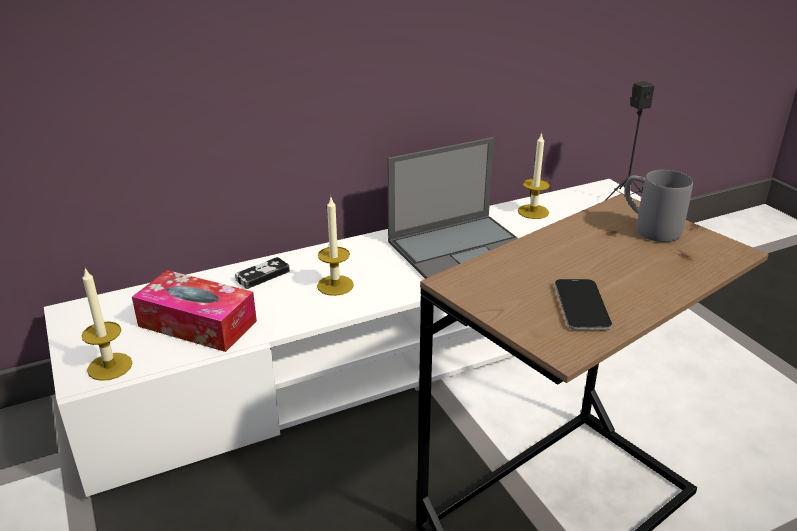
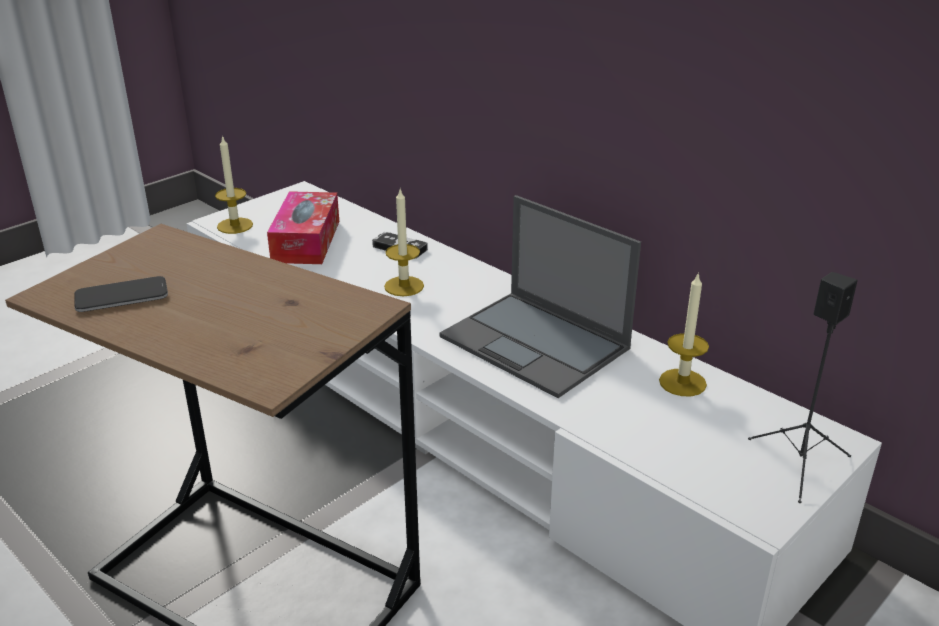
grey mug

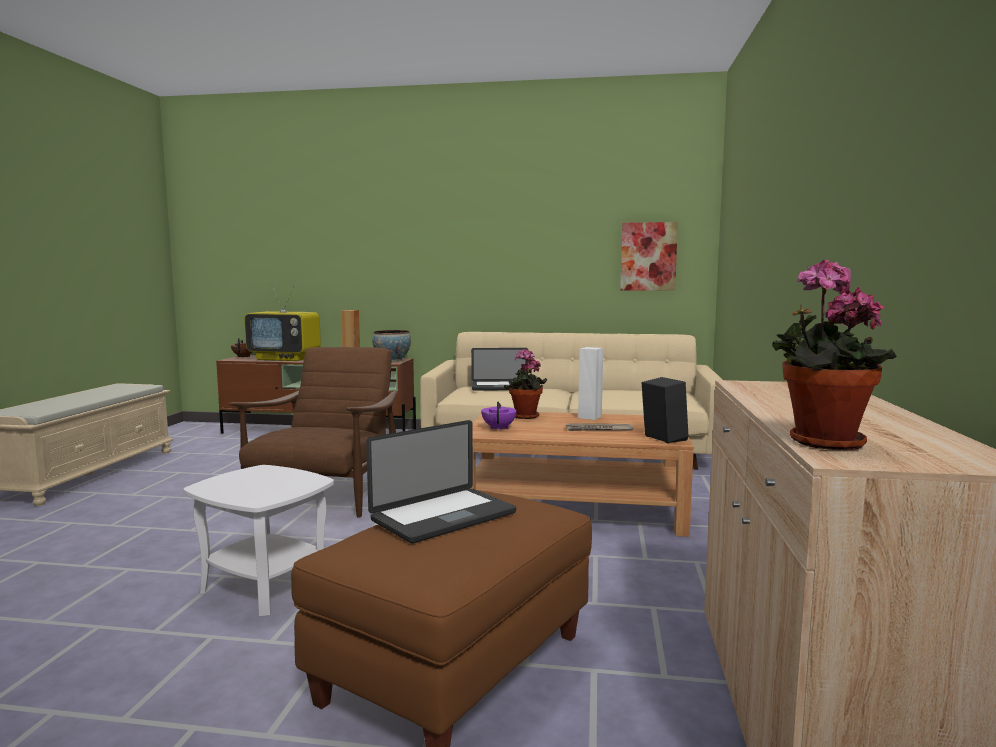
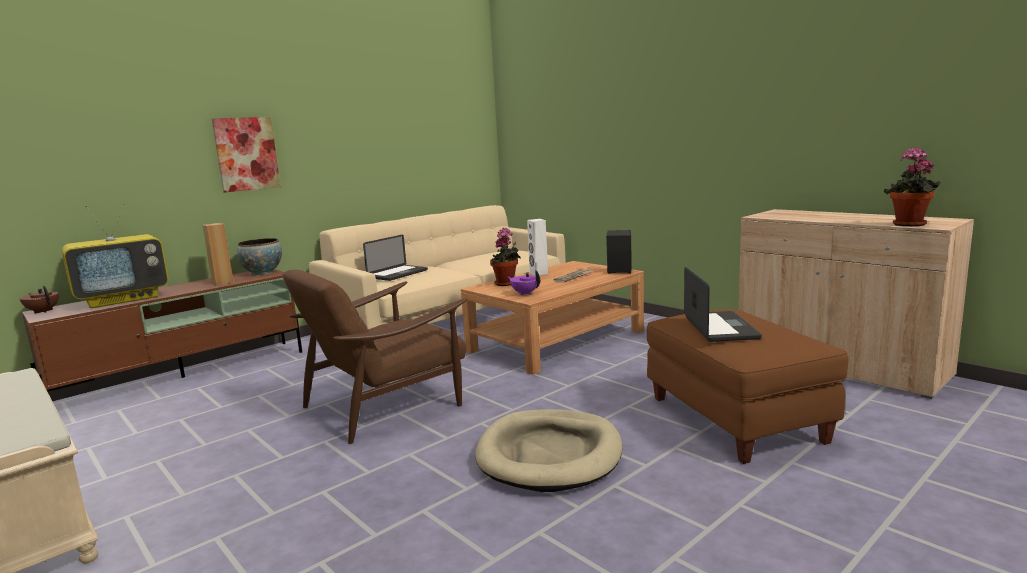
beige dog bed
brown armchair
picture

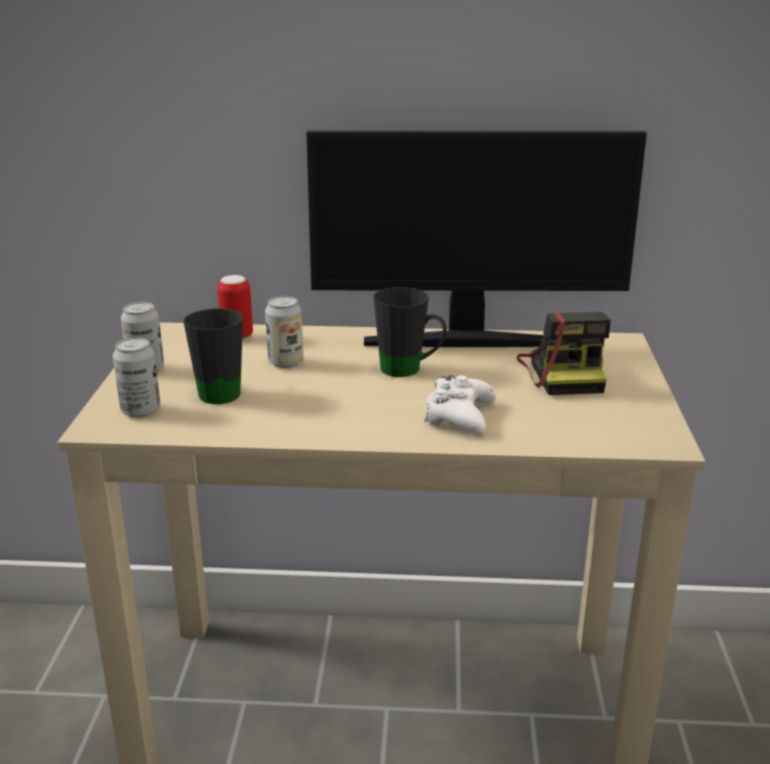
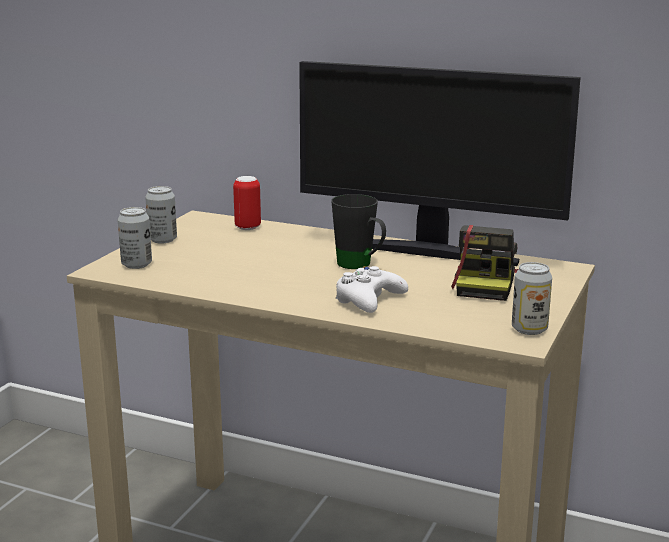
black mug (no. 1 from left in the first image)
can (no. 4 from left)

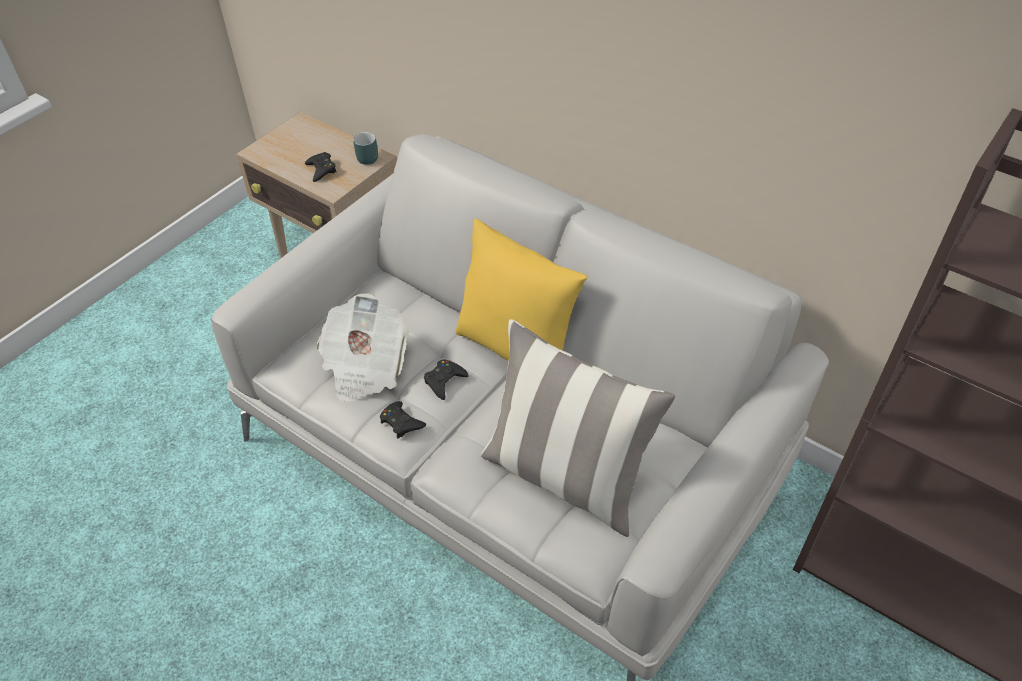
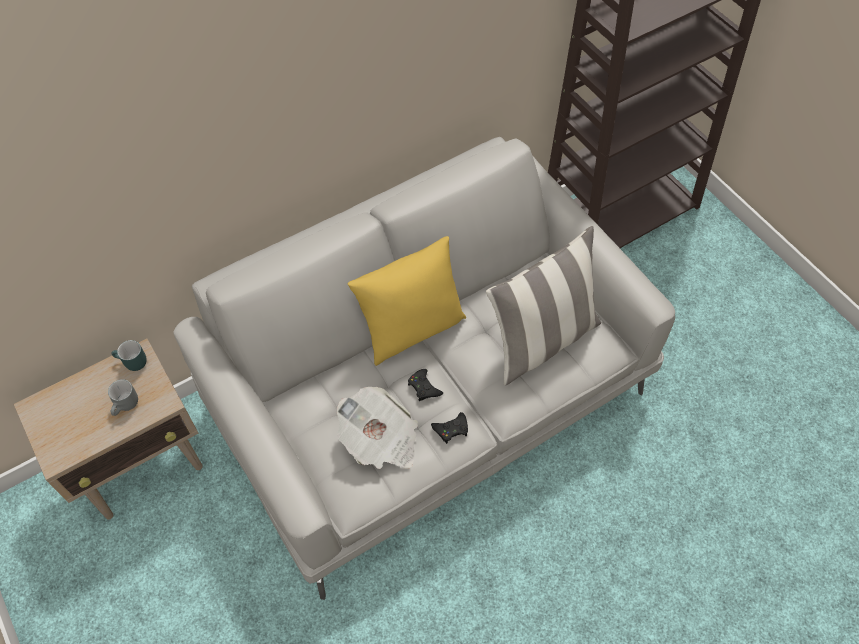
grey mug

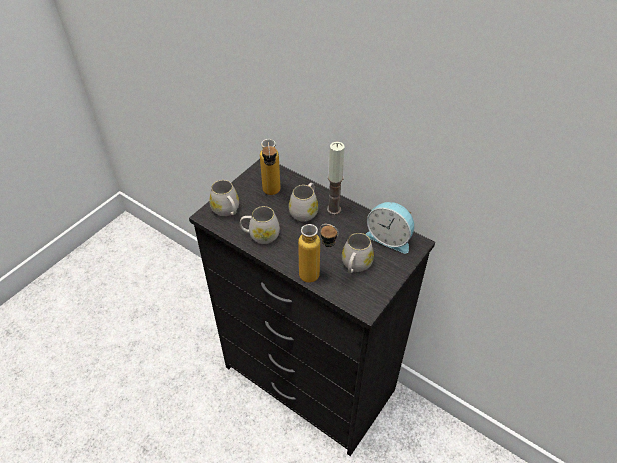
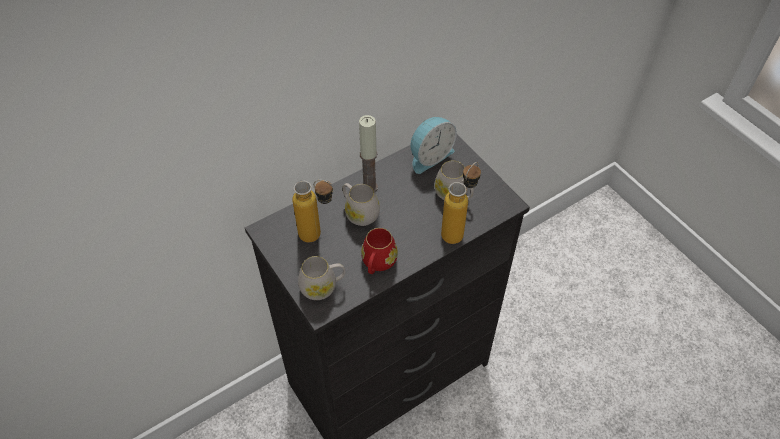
red mug

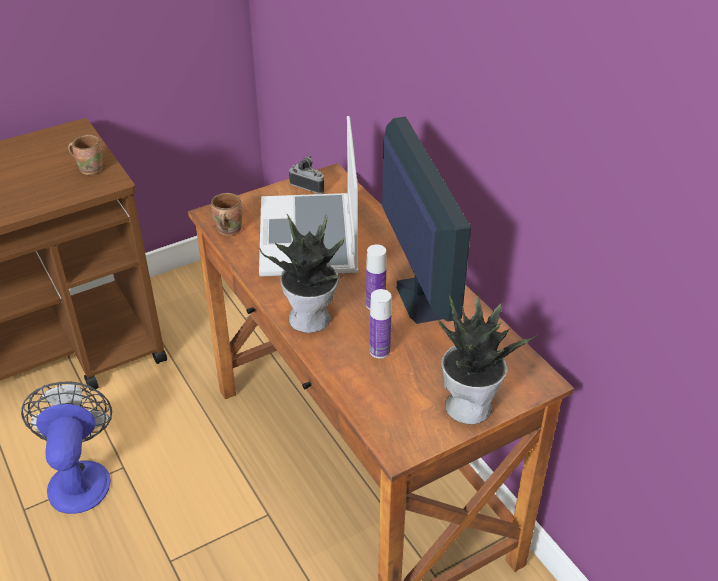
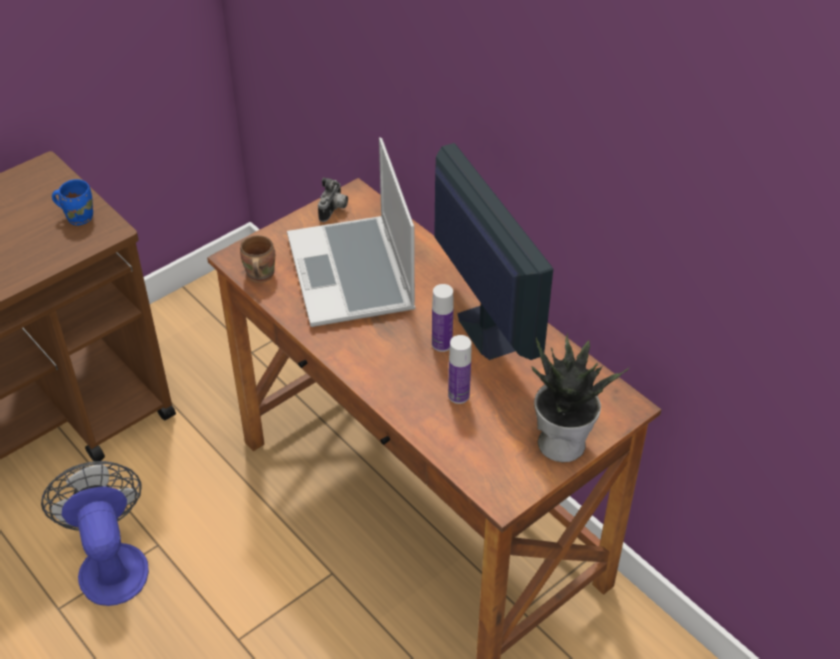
blue mug
potted plant (no. 1 from left in the first image)
photo camera

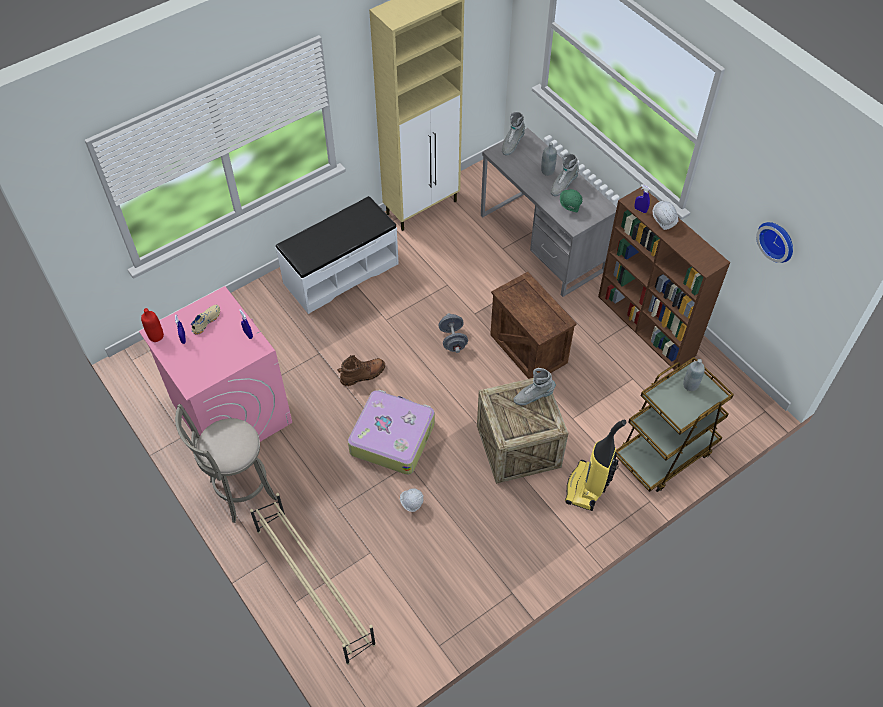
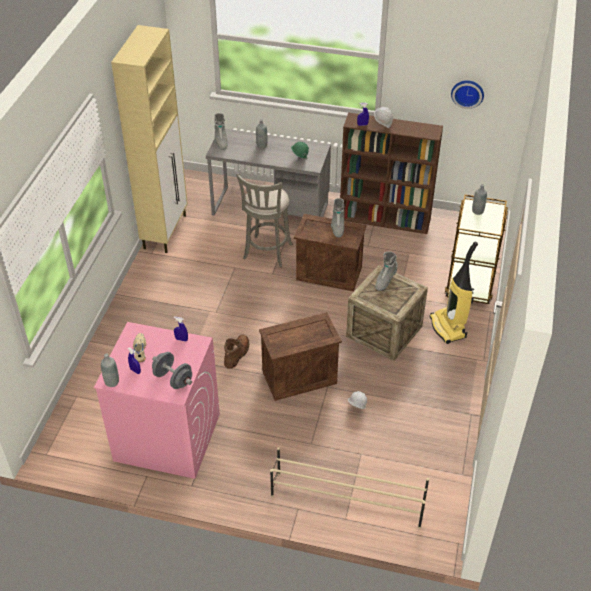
grey bottle (no. 1 from left)
grey stool
white bench
crate (no. 1 from left)
grey dumbbell
grey boot (no. 2 from left)

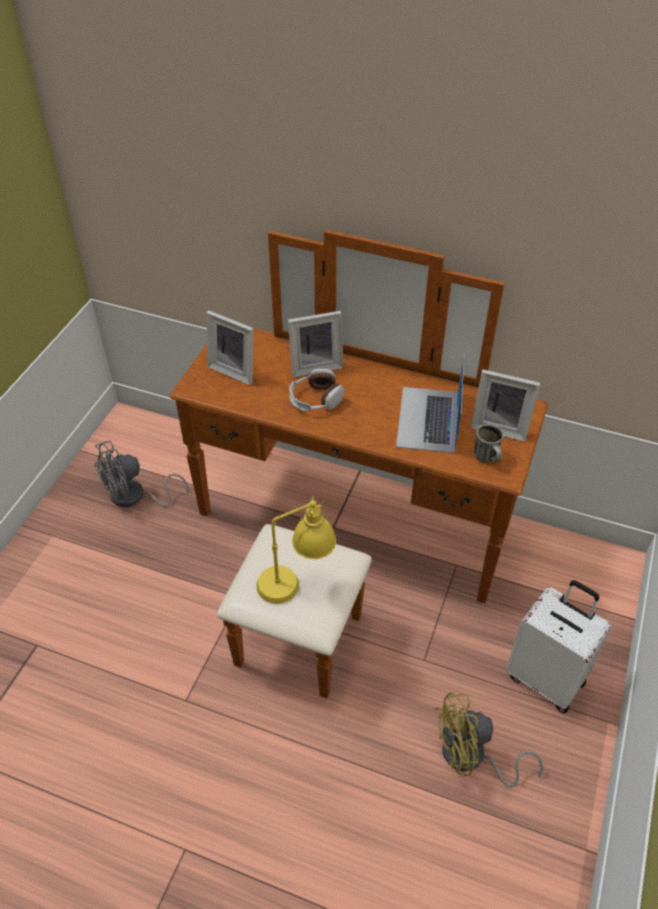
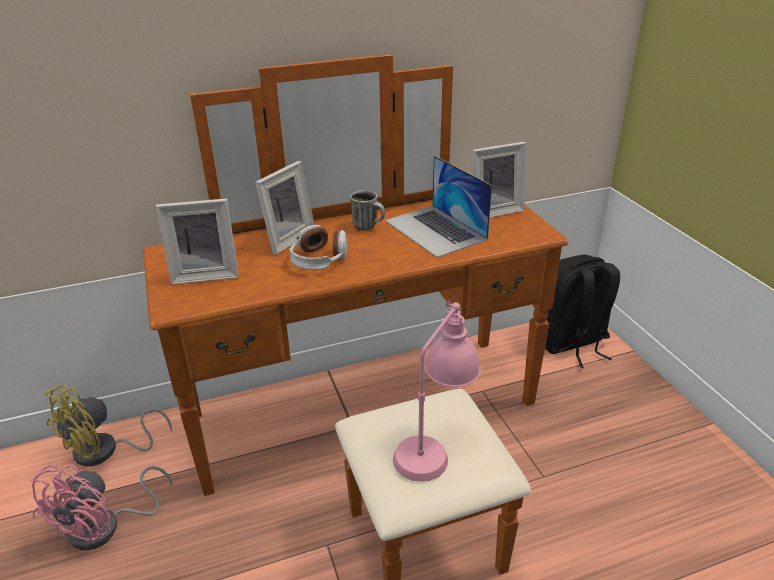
pink fan
pink table lamp
yellow fan
mug
white suitcase
black backpack

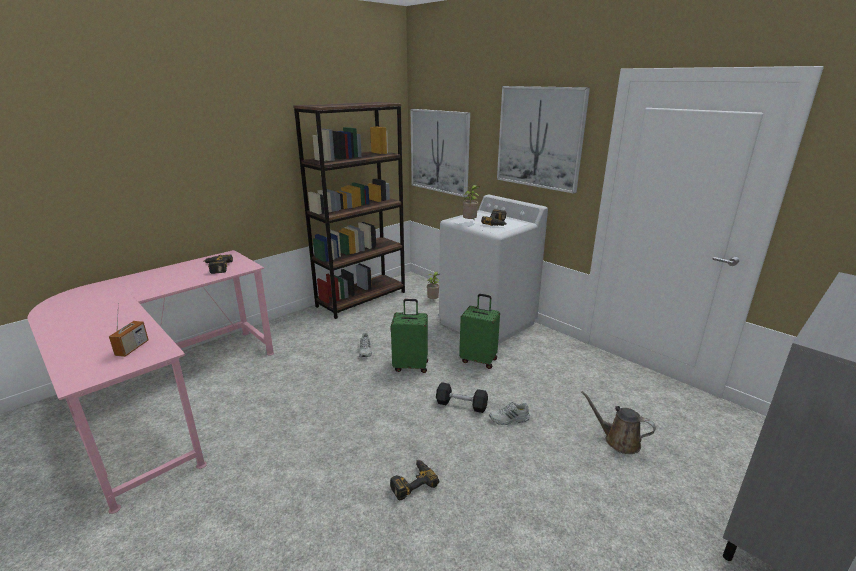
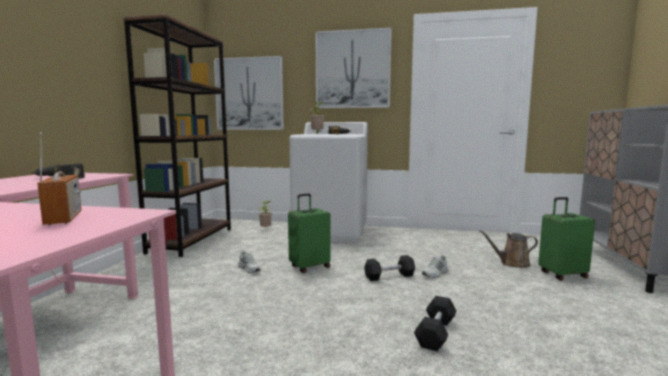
black dumbbell (no. 2 from left)
green suitcase (no. 2 from left)

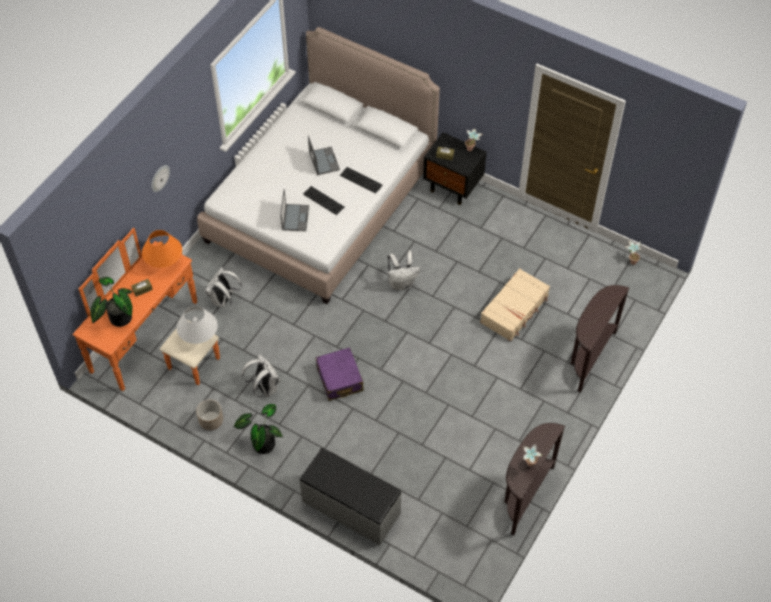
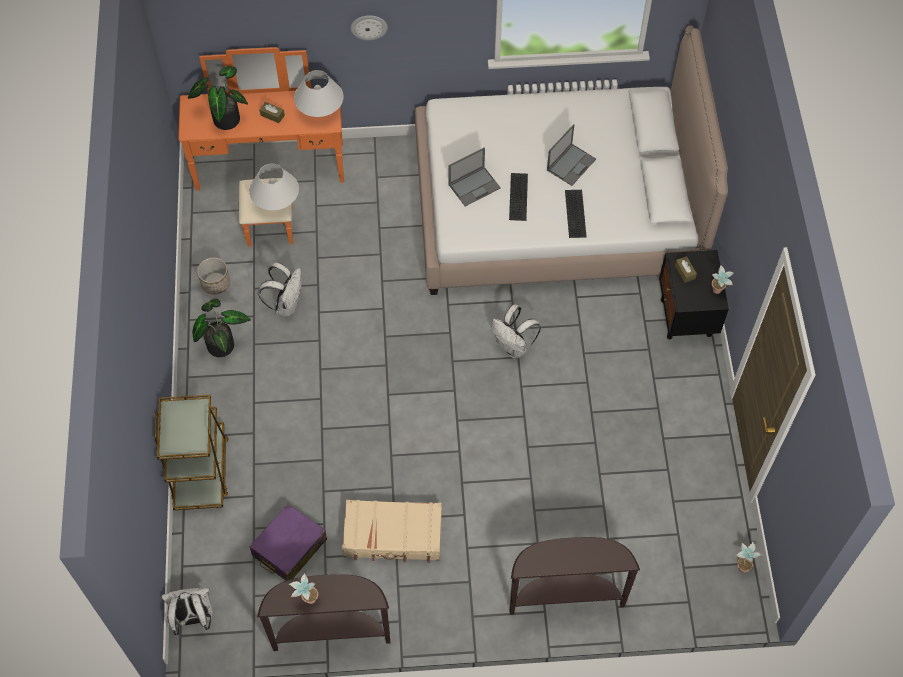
white table lamp (no. 2 from left)
white backpack (no. 1 from left)
brown cart
purple suitcase
beige suitcase

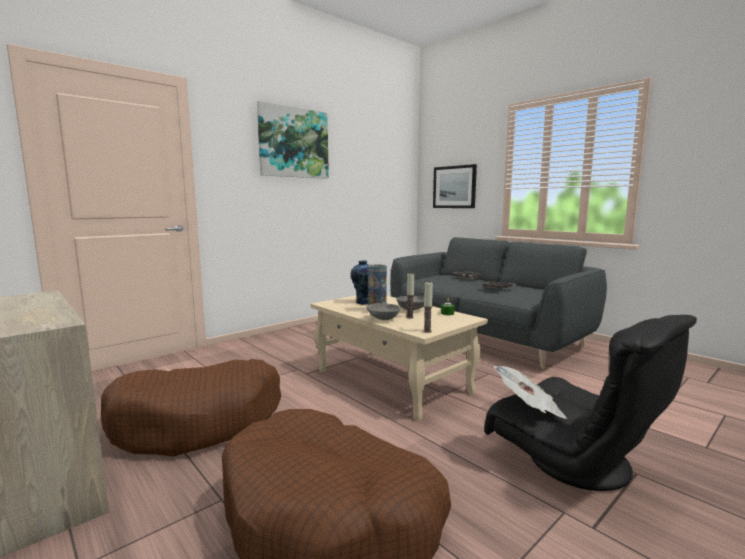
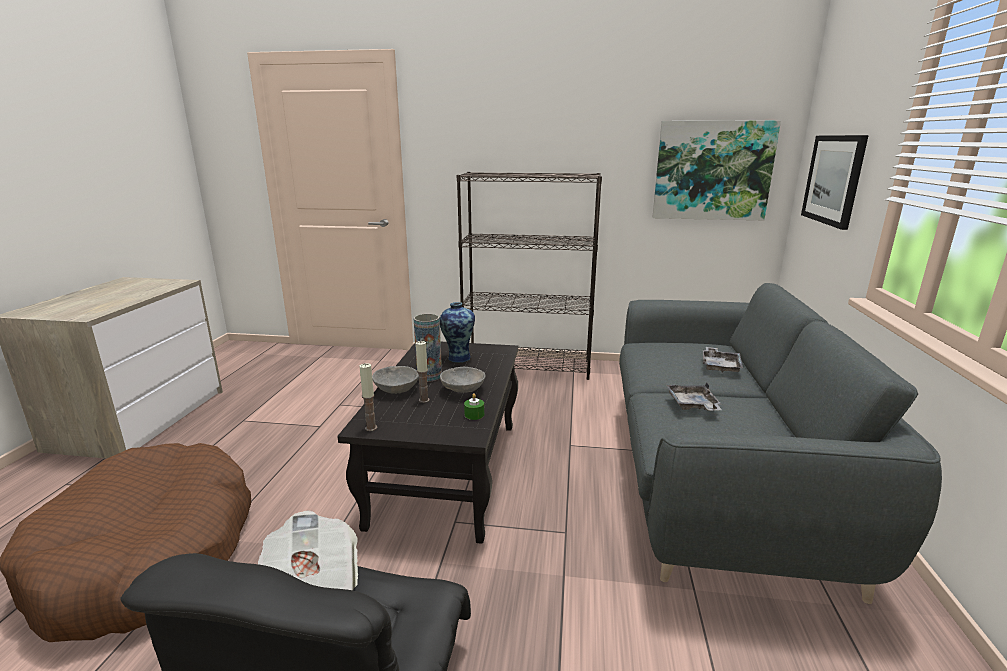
brown dog bed (no. 1 from left in the first image)
picture (no. 1 from left)
black coffee table
black bookcase

